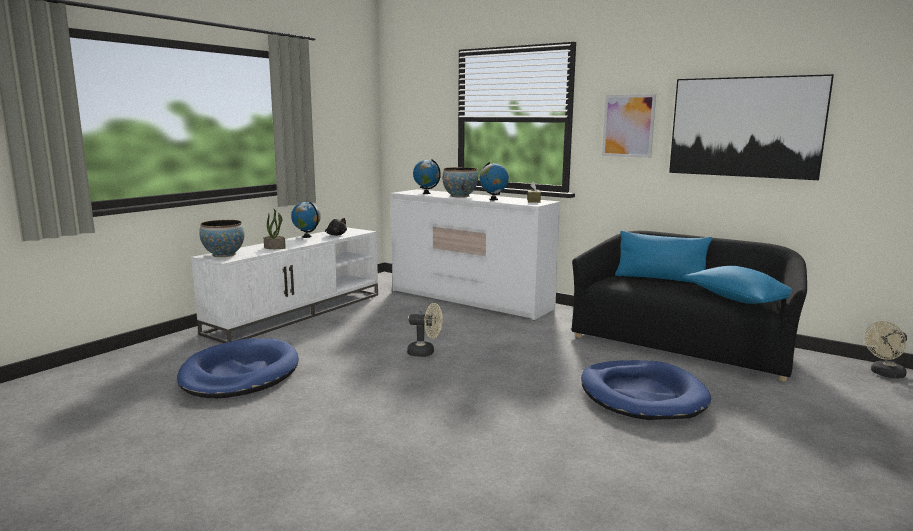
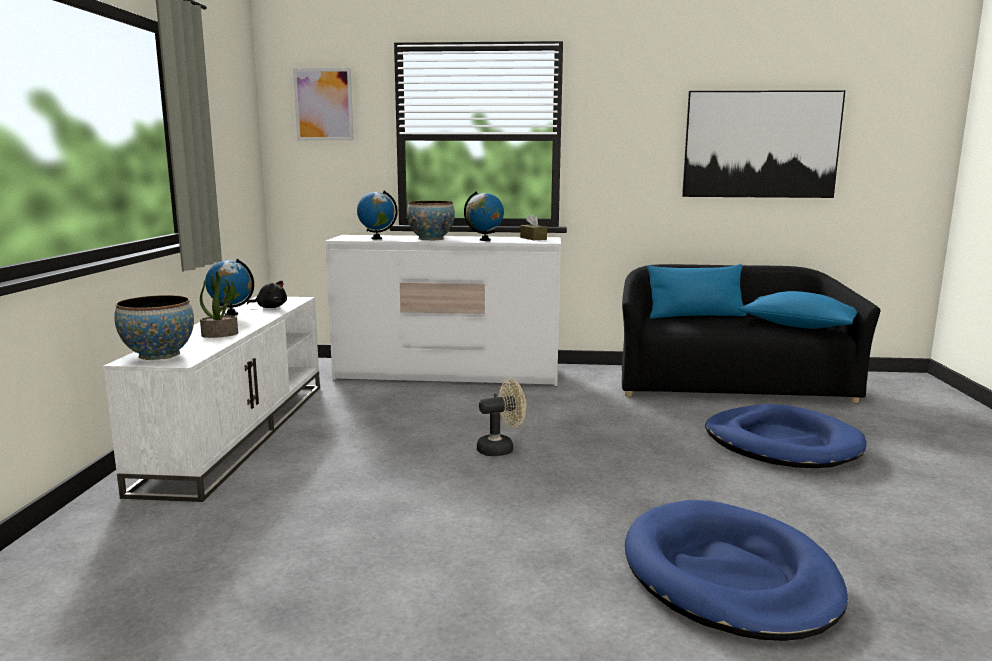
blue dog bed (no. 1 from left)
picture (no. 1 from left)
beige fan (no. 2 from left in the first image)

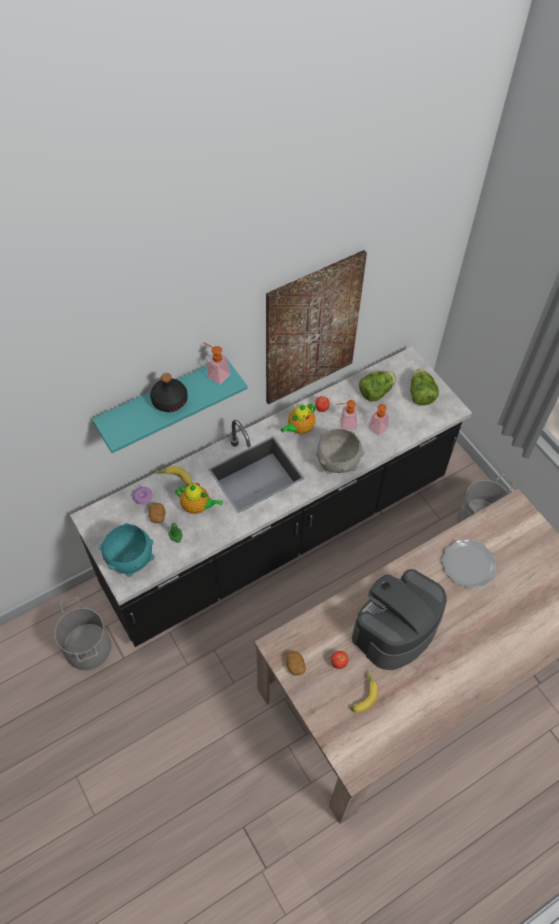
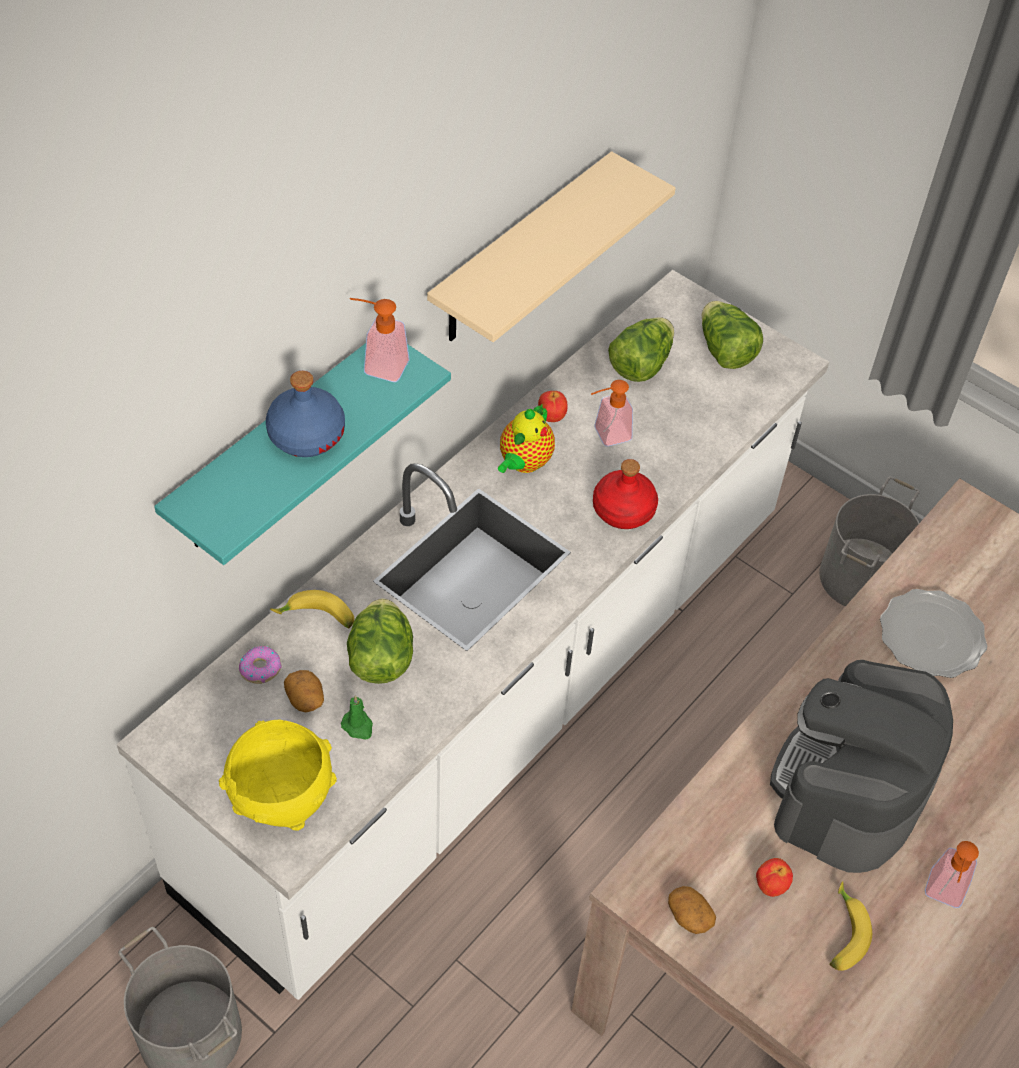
white counter
yellow bowl
blue bottle
lettuce (no. 1 from left)
beige shelf
red bottle
soap dispenser (no. 3 from left)

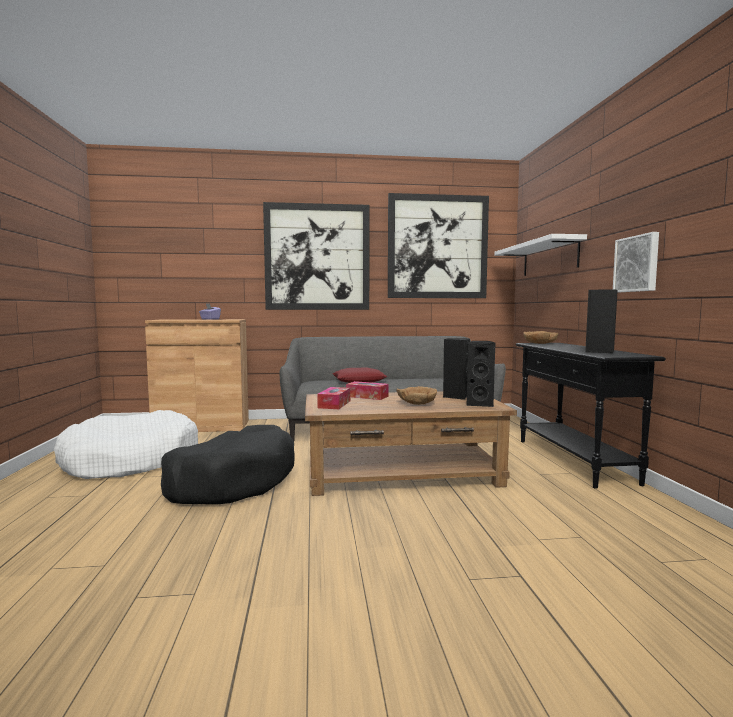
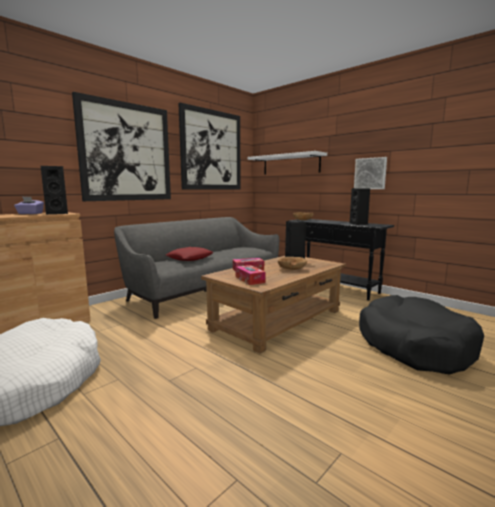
black dog bed
black speaker (no. 1 from left)

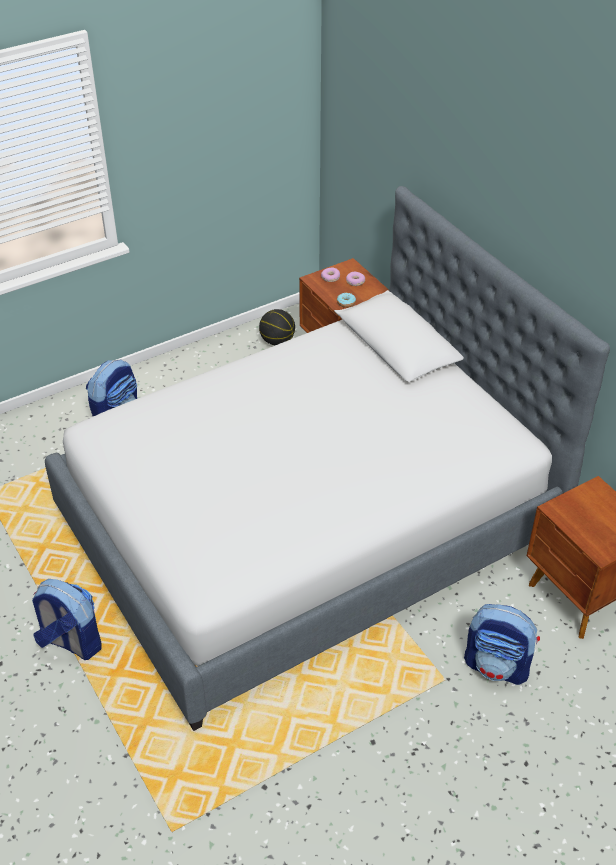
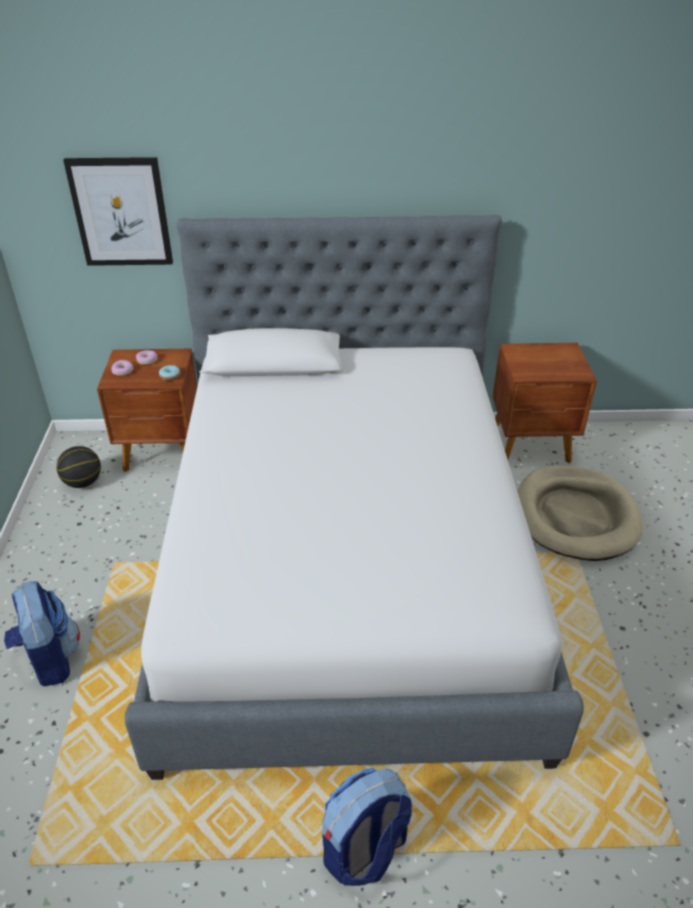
beige dog bed
picture

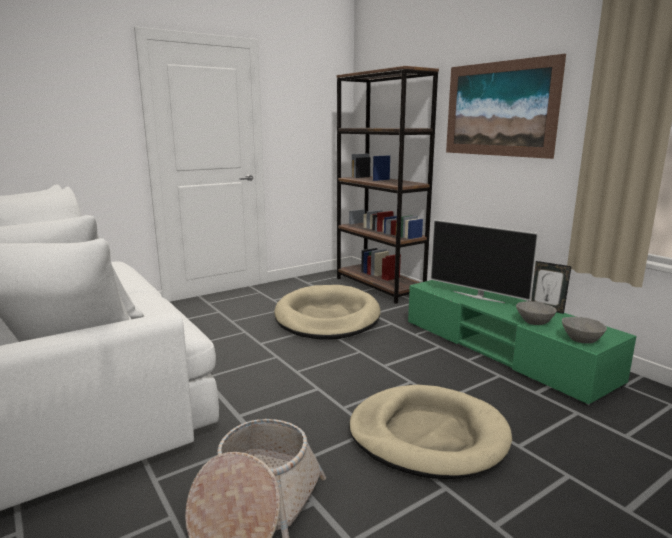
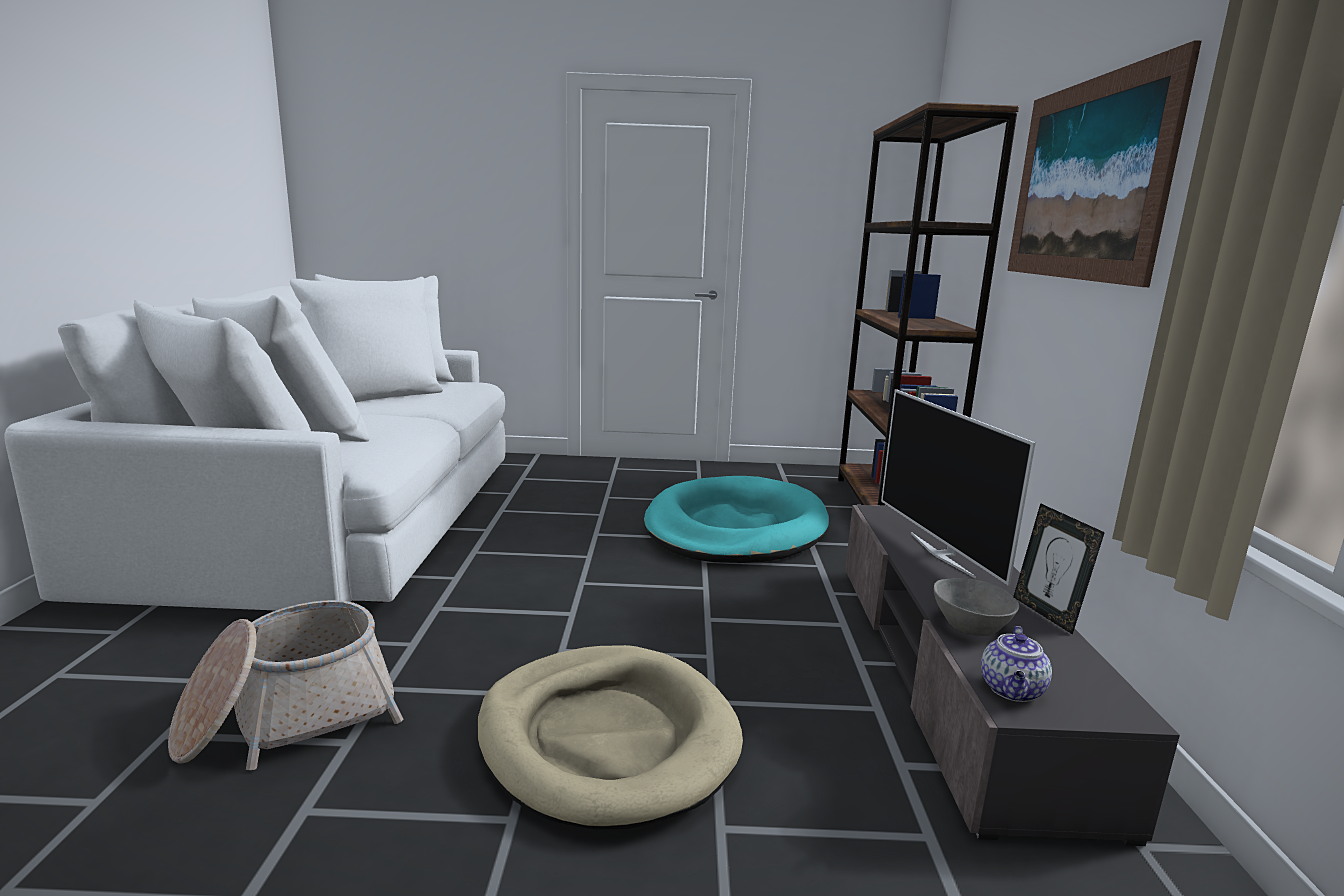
turquoise dog bed
grey tv stand
teapot

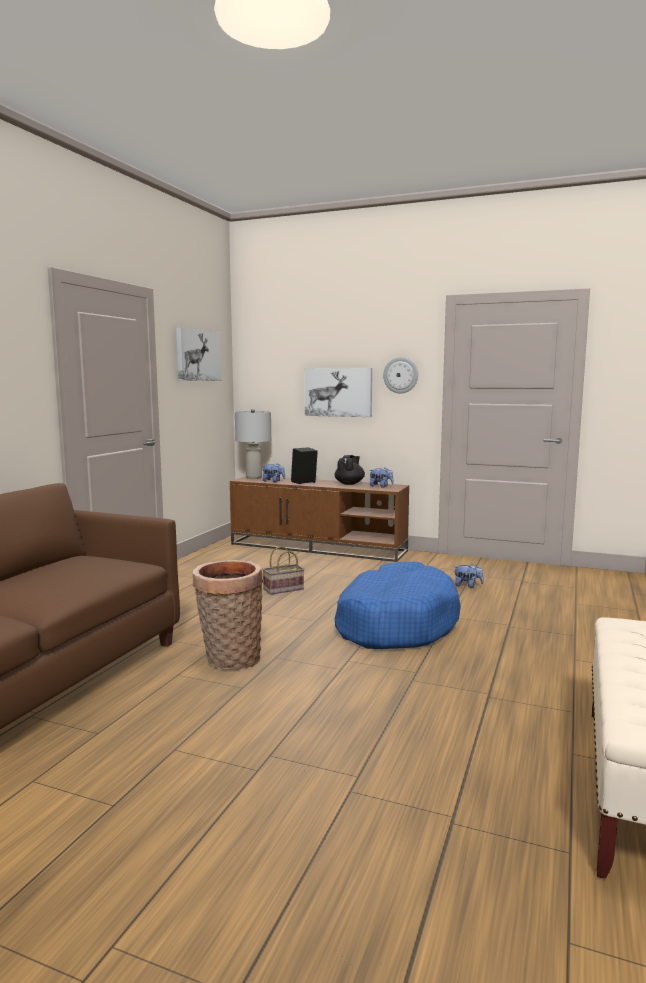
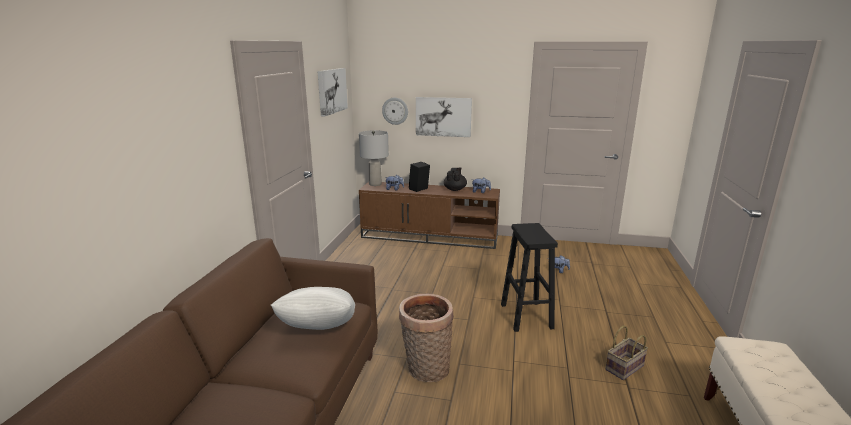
basket (no. 2 from left)
black stool
wall clock
white pillow

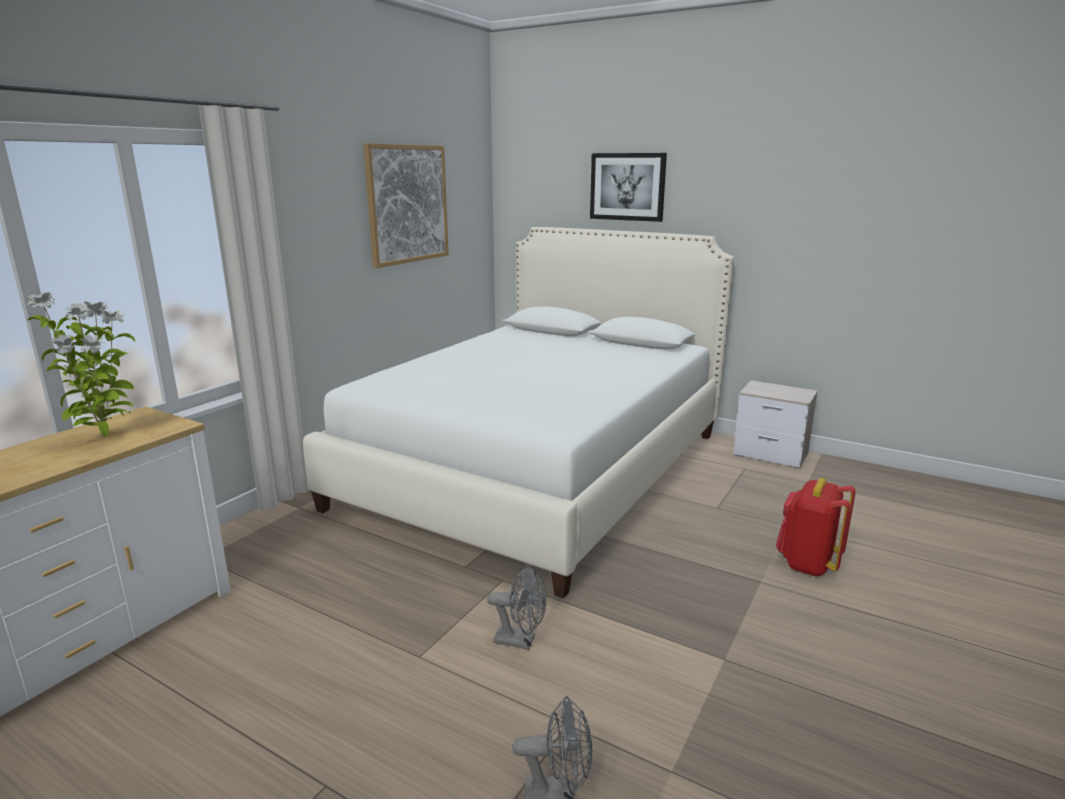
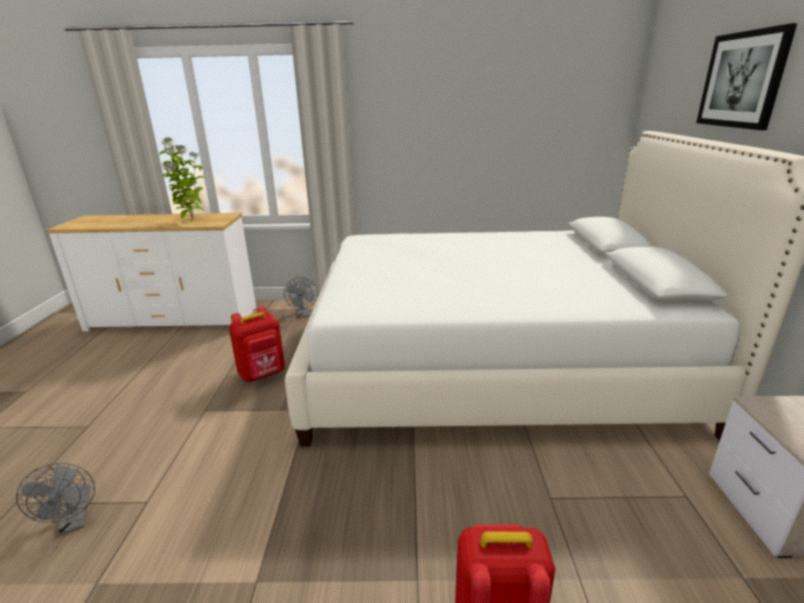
picture (no. 1 from left in the first image)
grey fan (no. 2 from left)
red backpack (no. 1 from left)

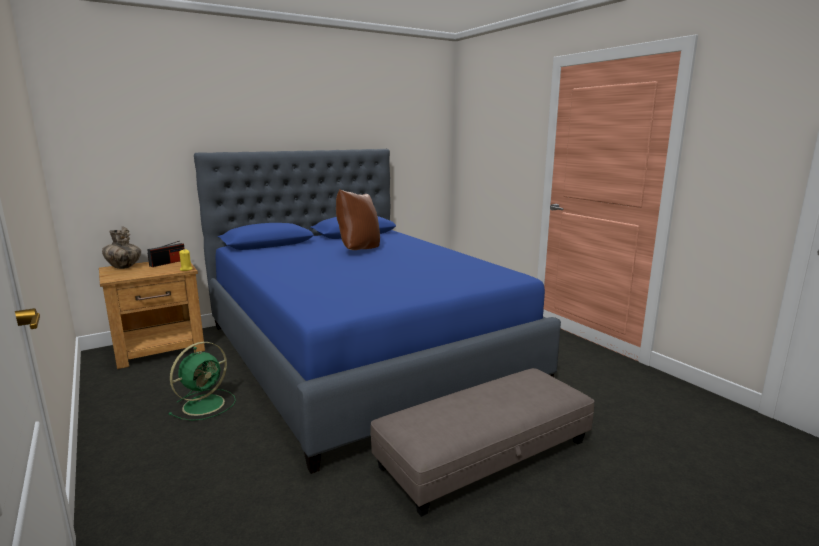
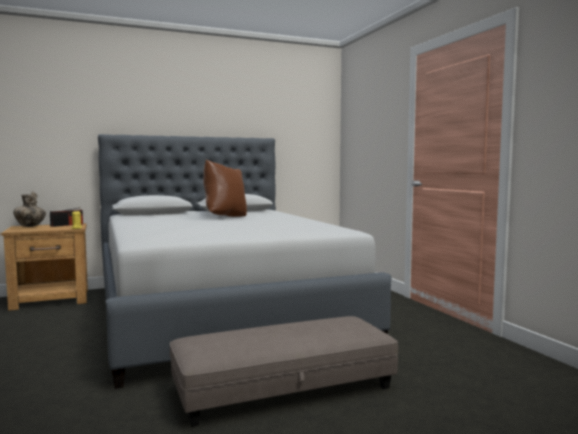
green fan
grey bed

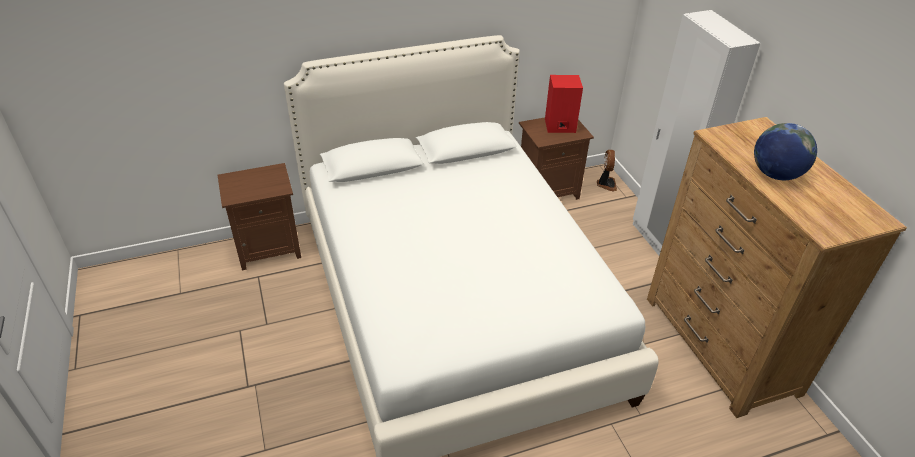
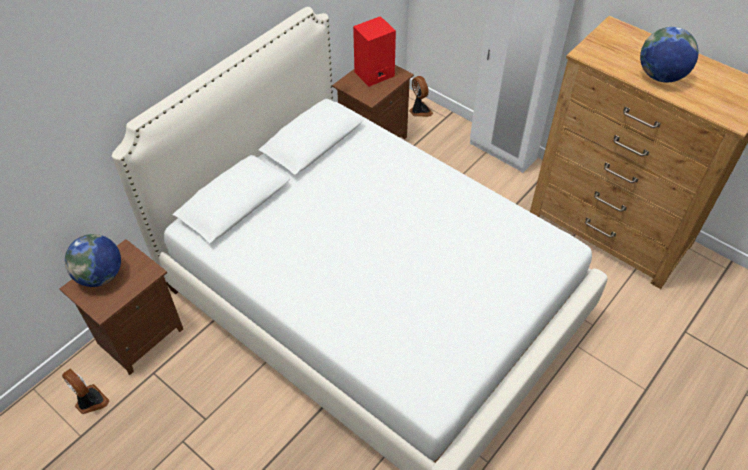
fan (no. 1 from left)
globe (no. 1 from left)

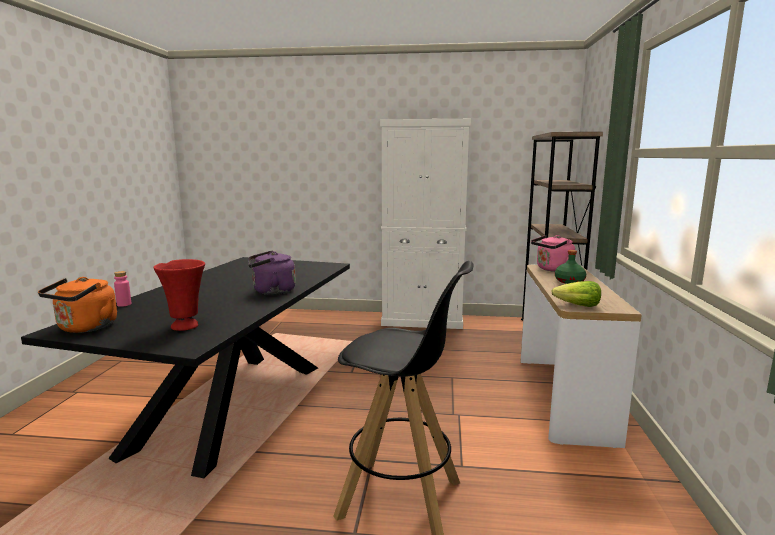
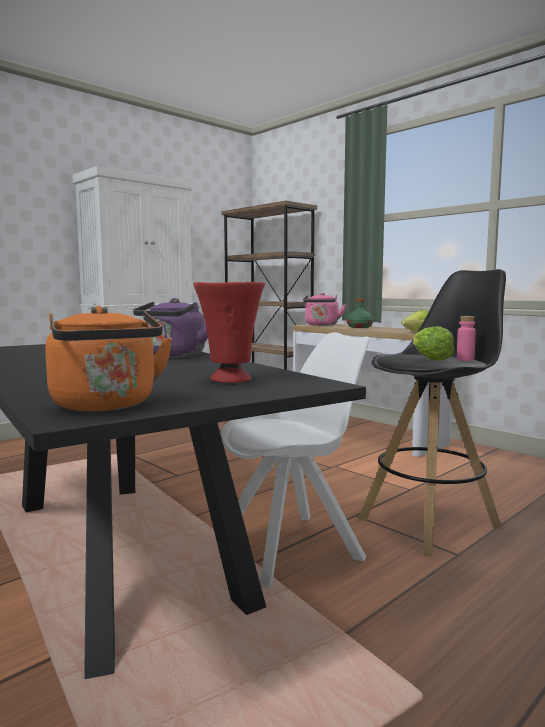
pink bottle
white chair
lettuce (no. 2 from left)

